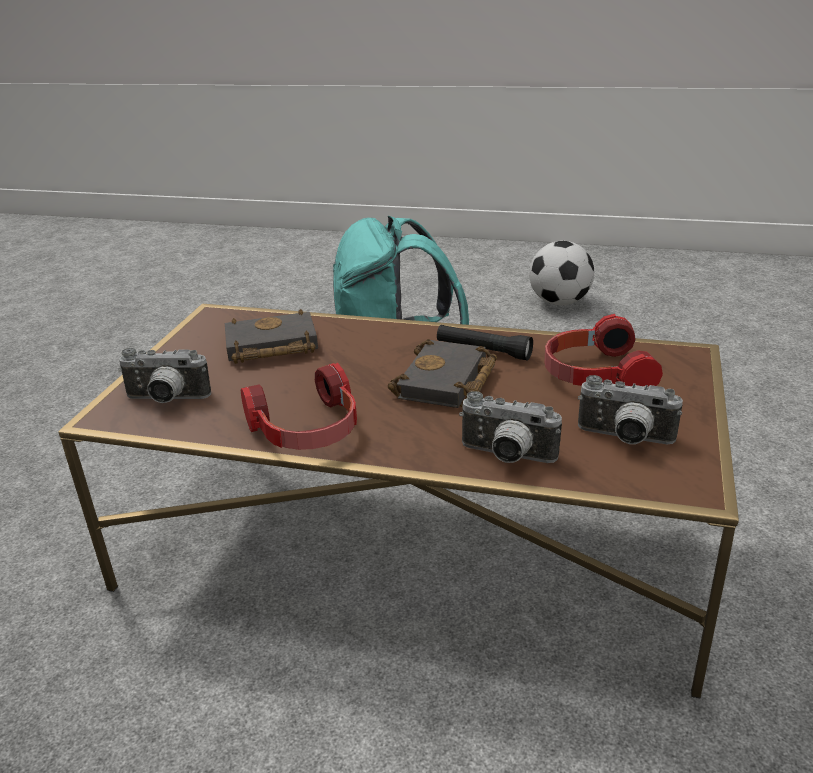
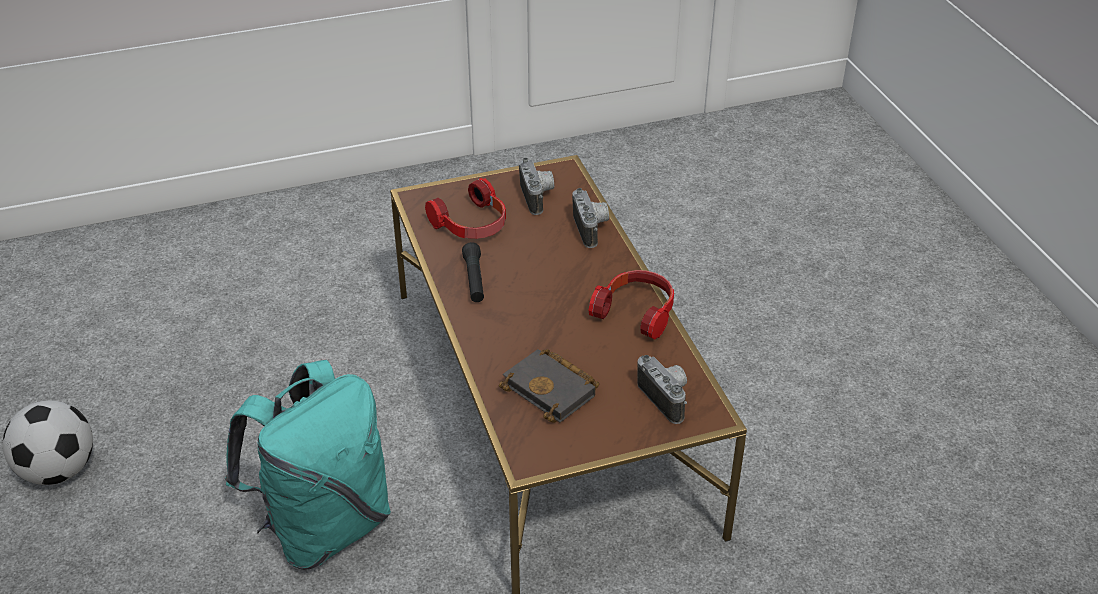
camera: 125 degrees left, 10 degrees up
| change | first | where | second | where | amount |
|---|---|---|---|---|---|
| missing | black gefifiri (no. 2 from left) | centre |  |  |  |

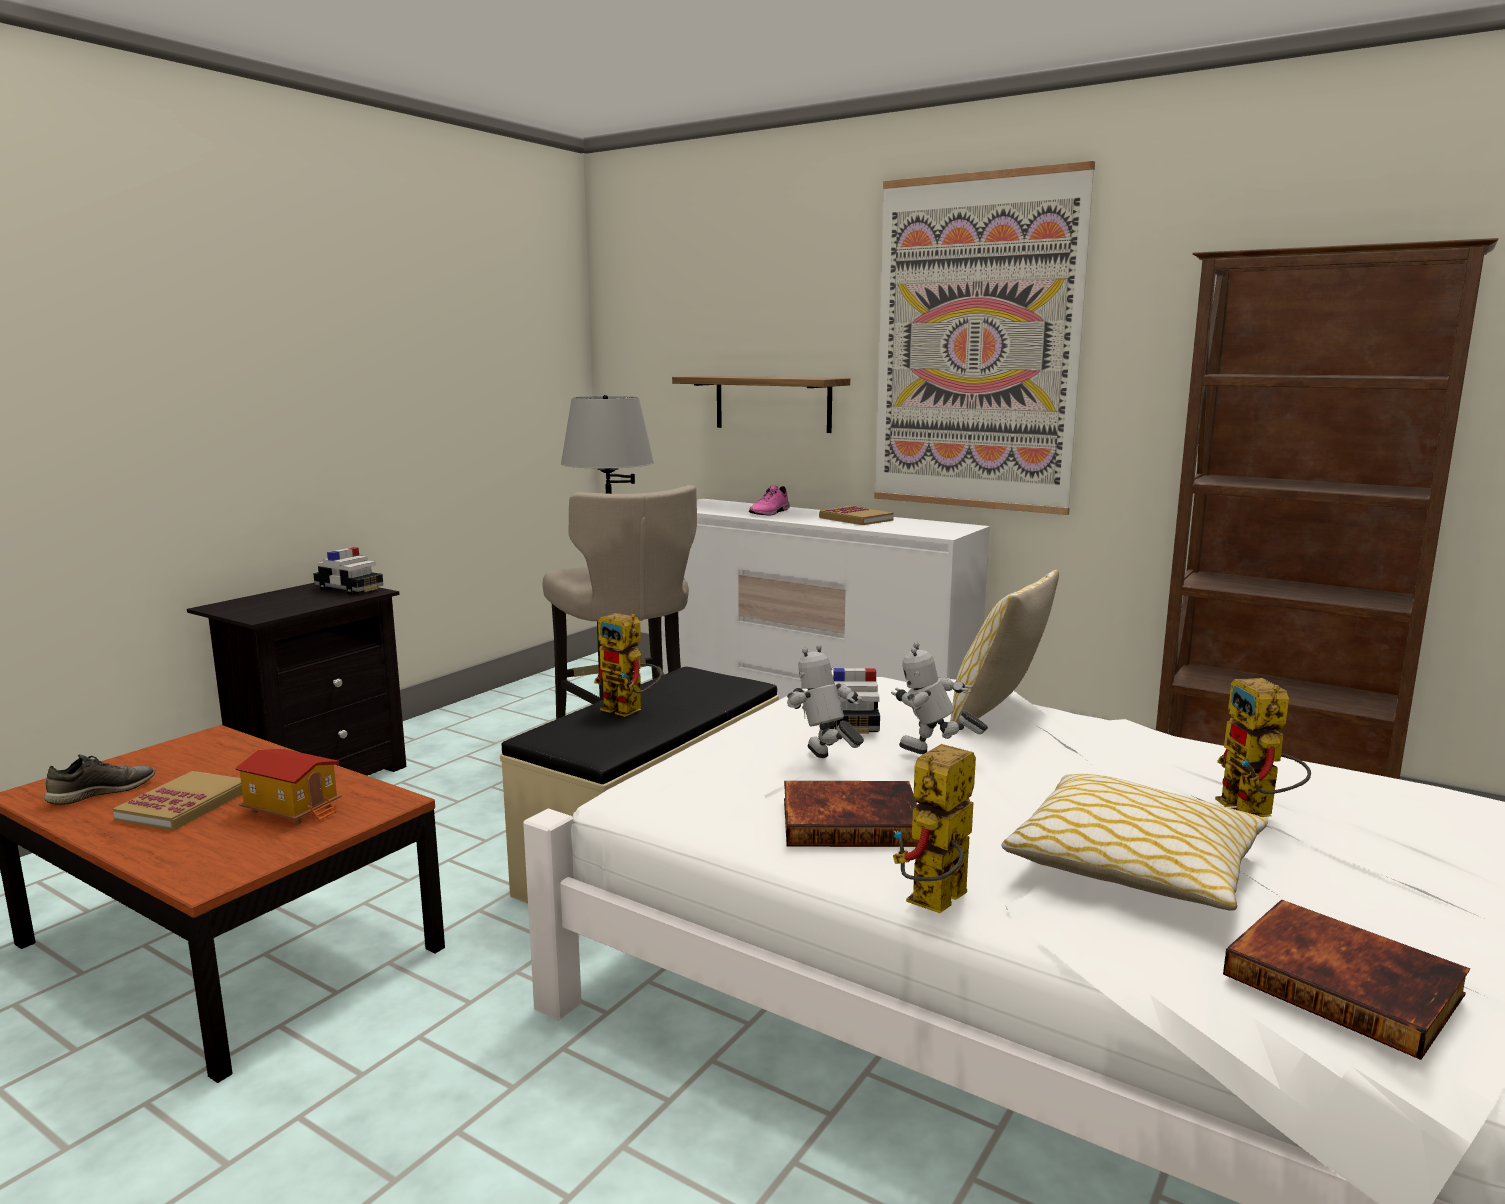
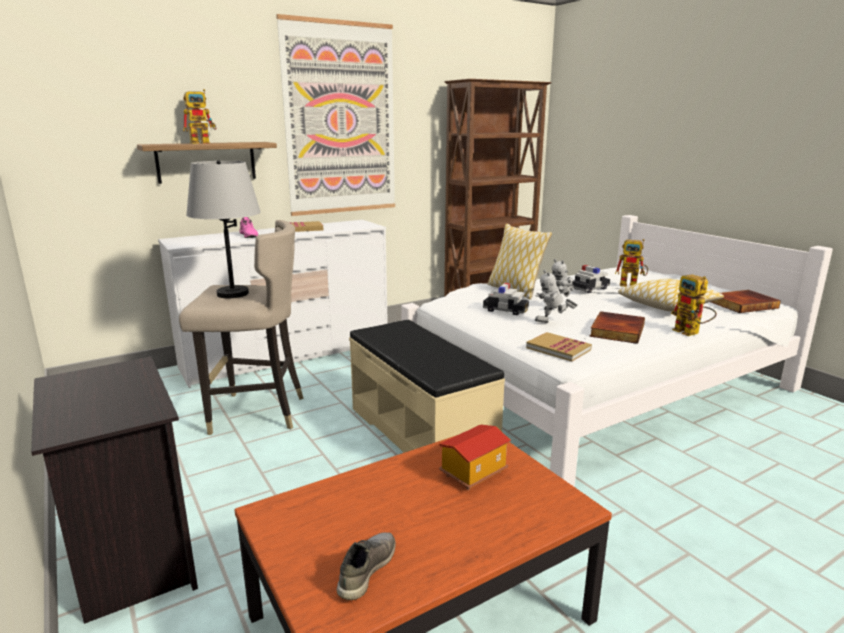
camera: 65 degrees left, 5 degrees up
| change | first | where | second | where | amount |
|---|---|---|---|---|---|
| relocated | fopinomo (no. 1 from left in the first image) | middle left | fopinomo (no. 2 from left) | middle right |  |
| relocated | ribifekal (no. 1 from left) | centre |  | top left |  |
| spun | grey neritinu | middle left |  | bottom centre | 45 degrees clockwise |
| relocated | gefifiri (no. 1 from left in the first image) | middle left | gefifiri (no. 2 from left) | centre |  |

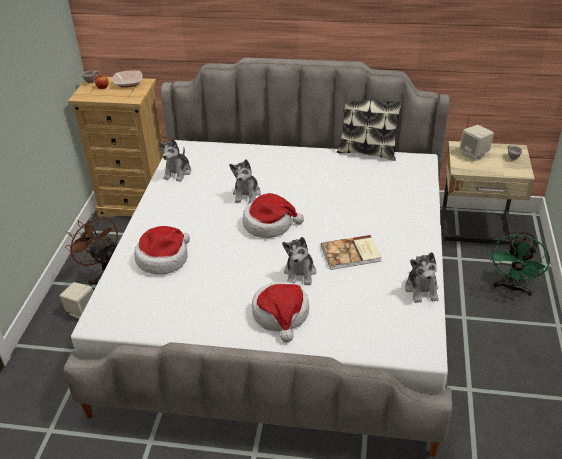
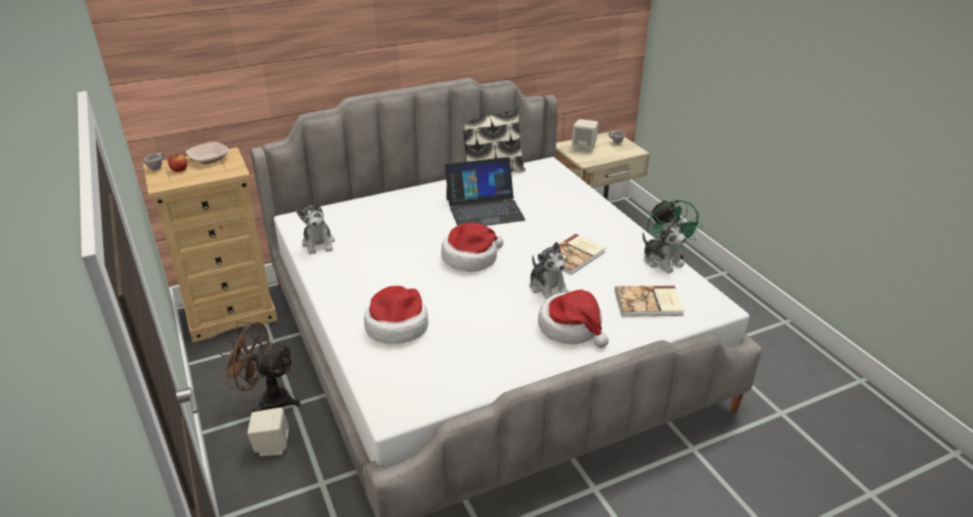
camera: 35 degrees left, 5 degrees down
| change | first | where | second | where | amount |
|---|---|---|---|---|---|
| missing | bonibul (no. 2 from left) | centre |  |  |  |
| appeared |  |  | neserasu | centre |  |
| appeared |  |  | gefifiri (no. 2 from left) | middle right |  |

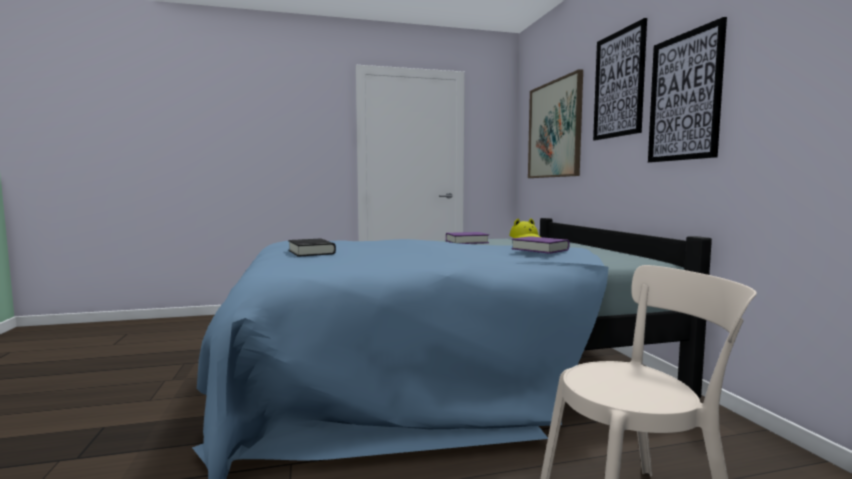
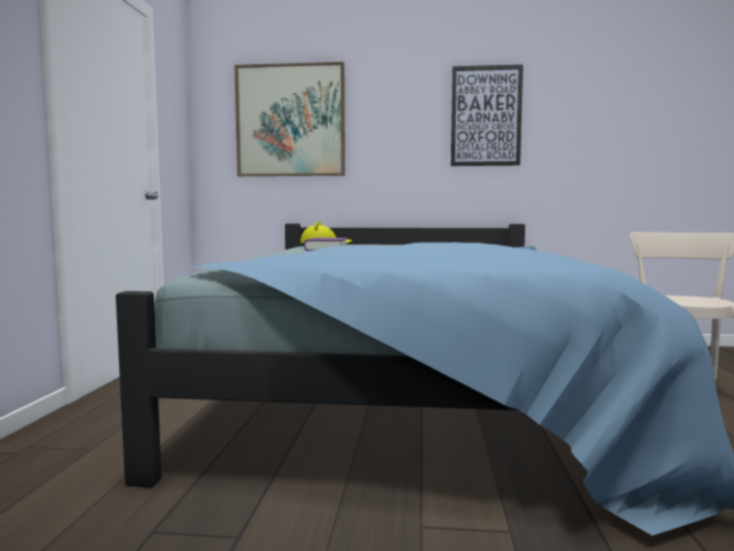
camera: 70 degrees left, 0 degrees up
| change | first | where | second | where | amount |
|---|---|---|---|---|---|
| missing | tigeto (no. 2 from left) | top right |  |  |  |
| missing | purple gefifiri (no. 2 from left) | centre |  |  |  |
| missing | black gefifiri | centre |  |  |  |

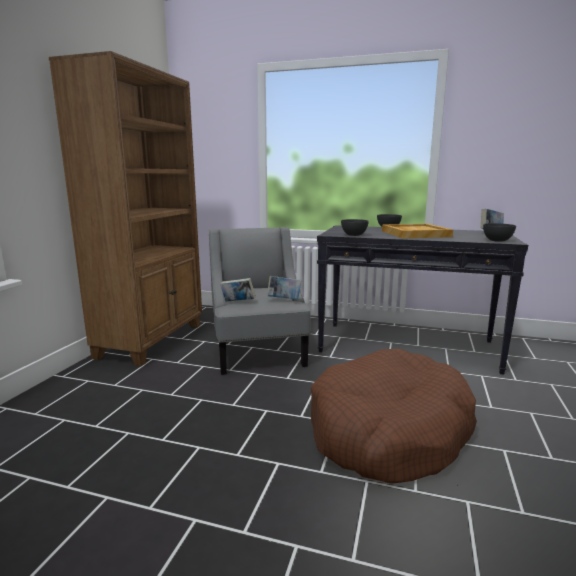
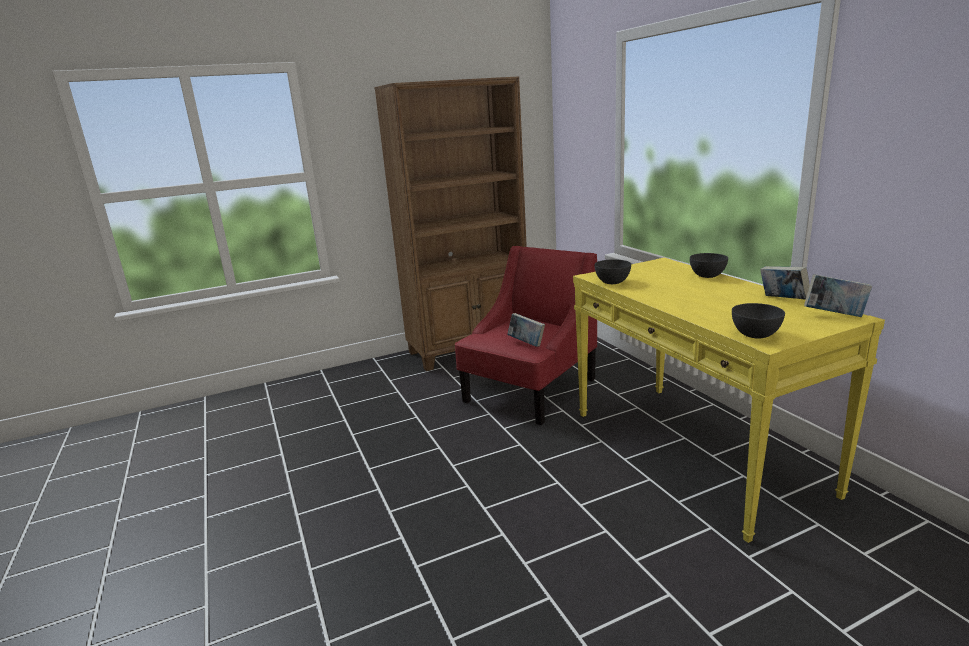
camera: 50 degrees right, 5 degrees up
| change | first | where | second | where | amount |
|---|---|---|---|---|---|
| missing | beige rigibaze | middle right |  |  |  |
| colour | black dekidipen | middle right | yellow dekidipen | middle right |  |
| colour | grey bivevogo | centre | red bivevogo | centre |  |
| relocated | gefifiri (no. 1 from left in the first image) | centre | gefifiri (no. 2 from left) | middle right |  |
| missing | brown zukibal | bottom right |  |  |  |

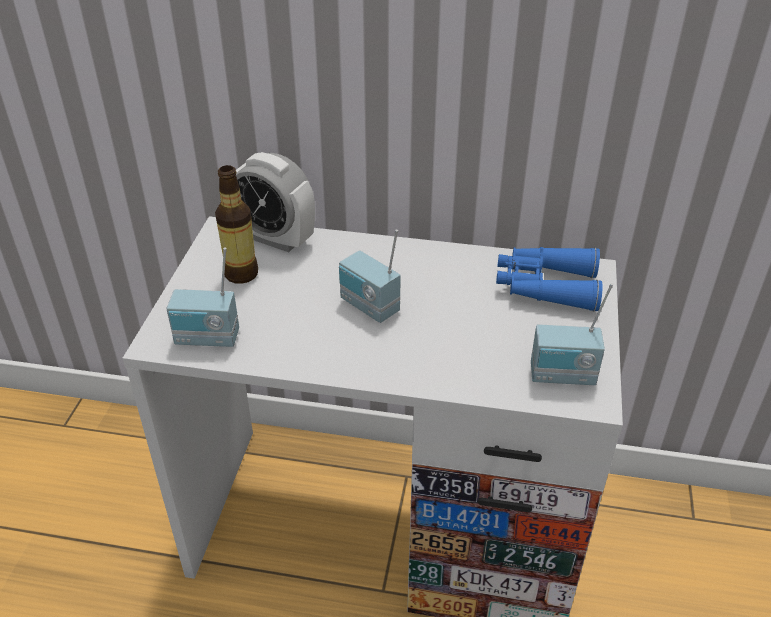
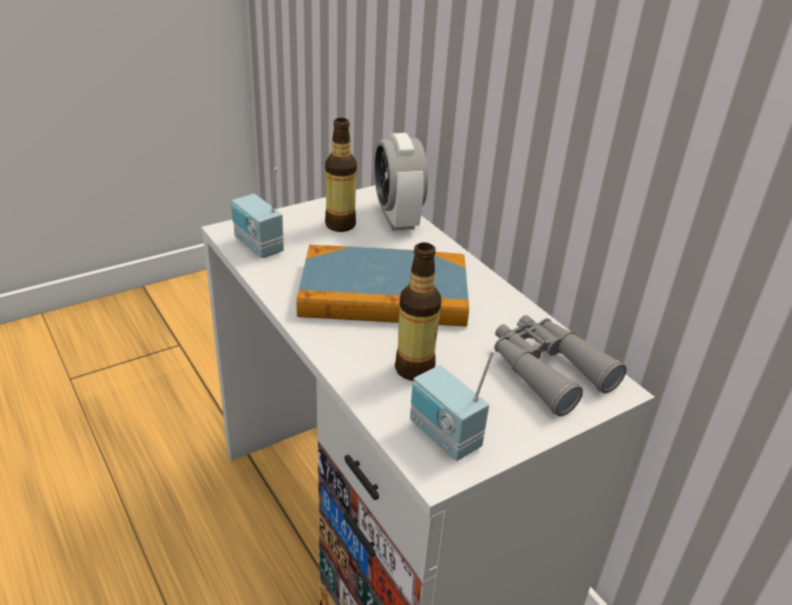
camera: 45 degrees right, 5 degrees down
| change | first | where | second | where | amount |
|---|---|---|---|---|---|
| exchanged | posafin (no. 2 from left) | centre | gefifiri | centre |  |
| colour | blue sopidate | middle right | grey sopidate | middle right |  |
| appeared |  |  | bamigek (no. 2 from left) | centre |  |

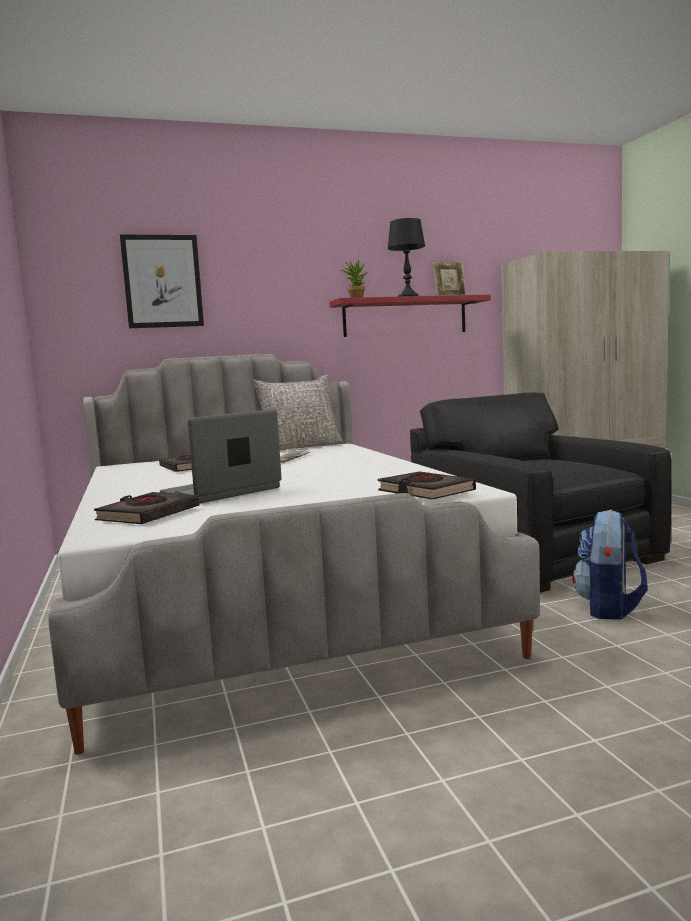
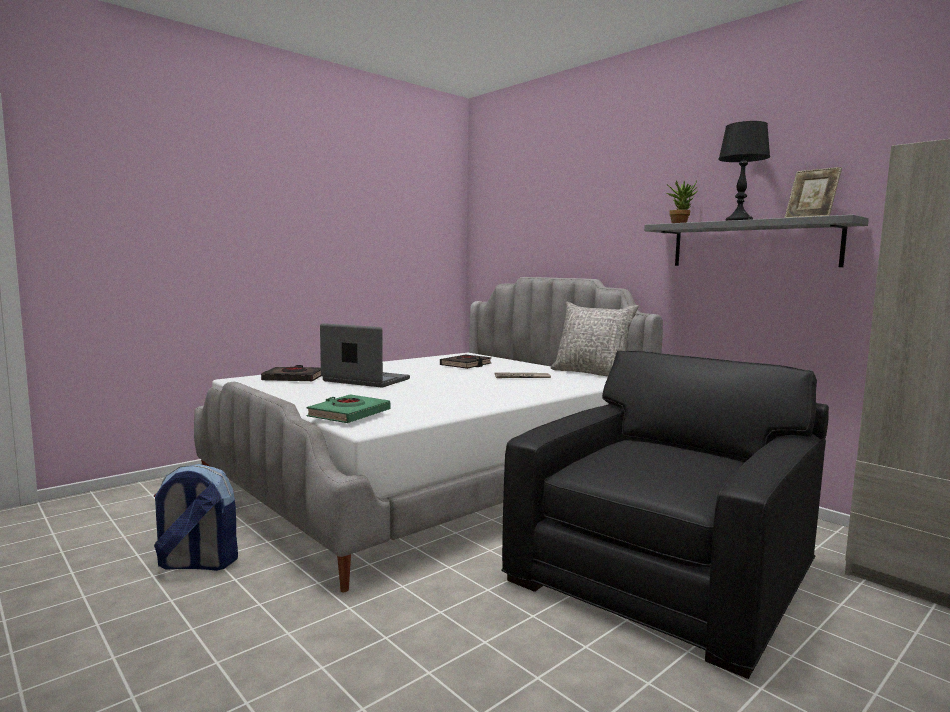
camera: 65 degrees right, 0 degrees up
| change | first | where | second | where | amount |
|---|---|---|---|---|---|
| missing | tigeto | top left |  |  |  |
| colour | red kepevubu | centre | grey kepevubu | middle right |  |
| colour | black gefifiri (no. 3 from left) | centre | green gefifiri | centre |  |
| relocated | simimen | middle right |  | bottom left |  |

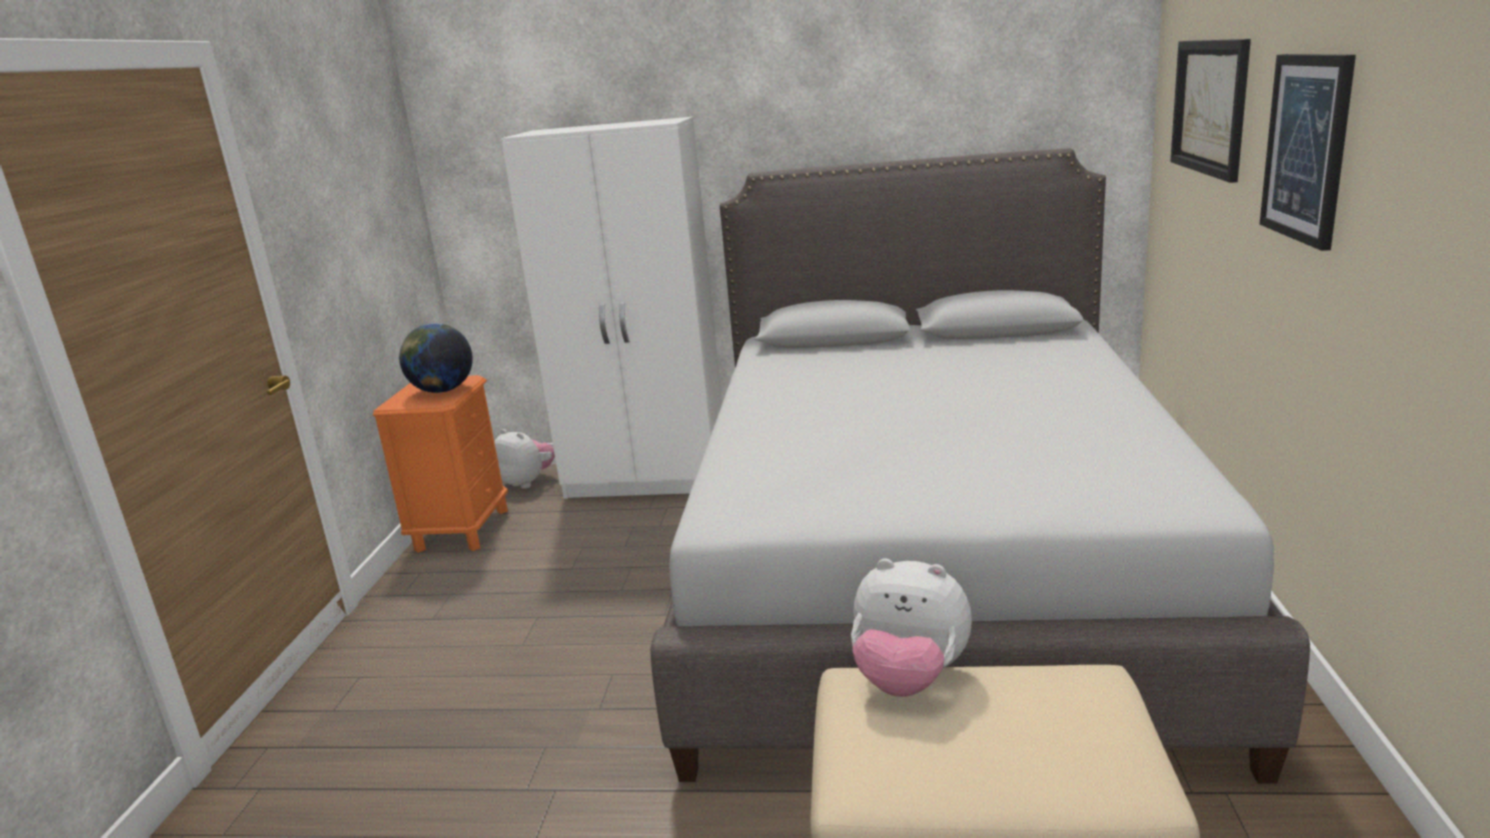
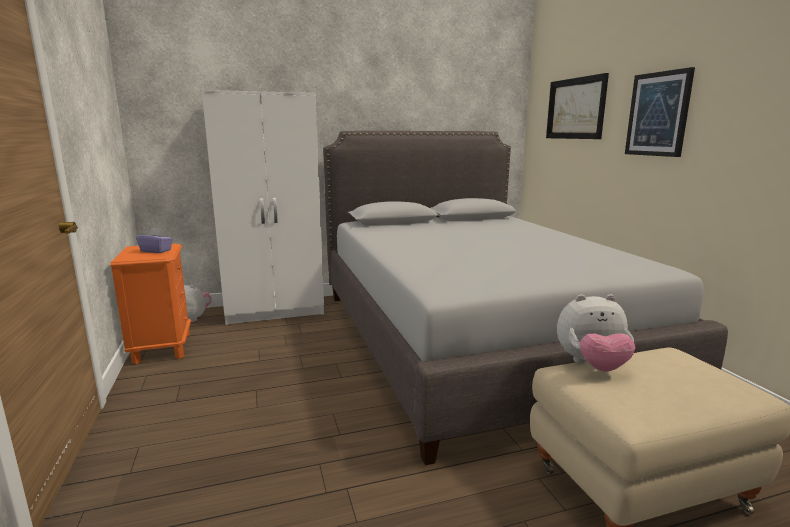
camera: 25 degrees left, 5 degrees down
| change | first | where | second | where | amount |
|---|---|---|---|---|---|
| exchanged | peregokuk | middle left | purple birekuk | middle left |  |

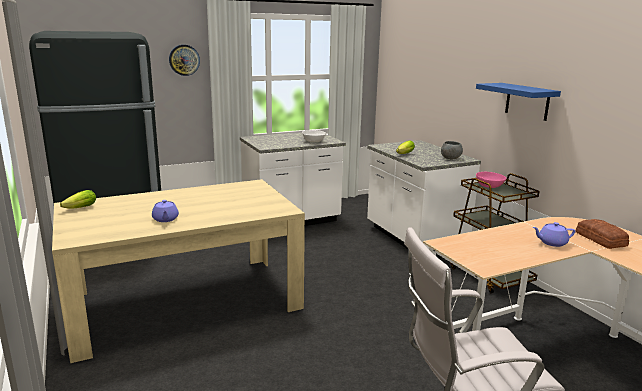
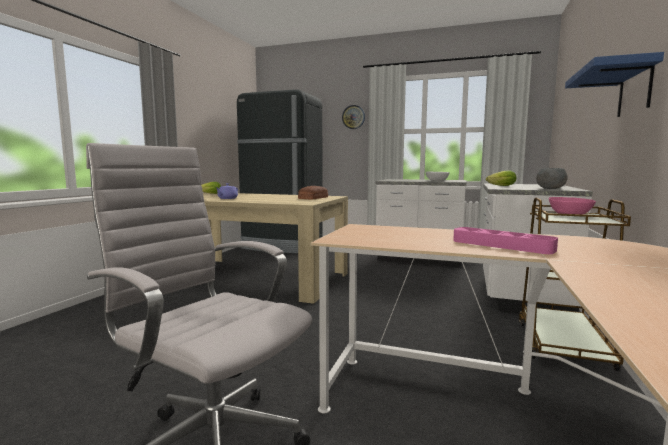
camera: 45 degrees right, 10 degrees down
| change | first | where | second | where | amount |
|---|---|---|---|---|---|
| relocated | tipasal | middle right |  | centre |  |
| exchanged | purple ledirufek (no. 2 from left) | middle right | pink rigibaze | middle right |  |

